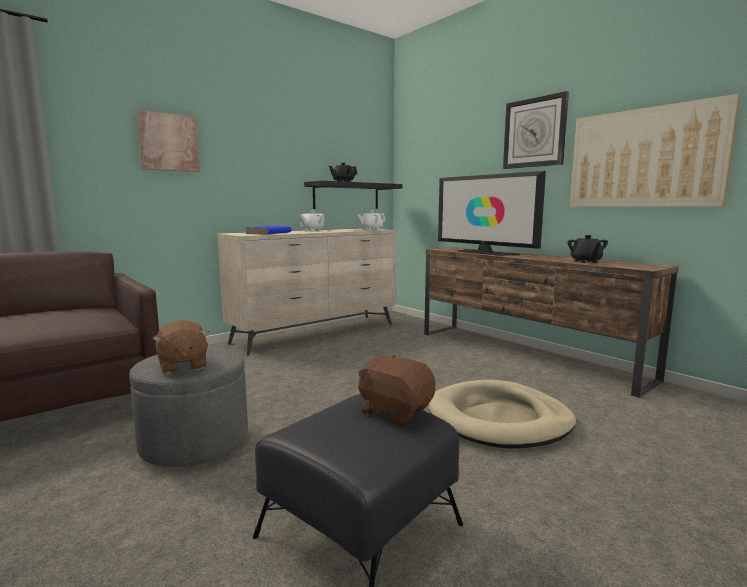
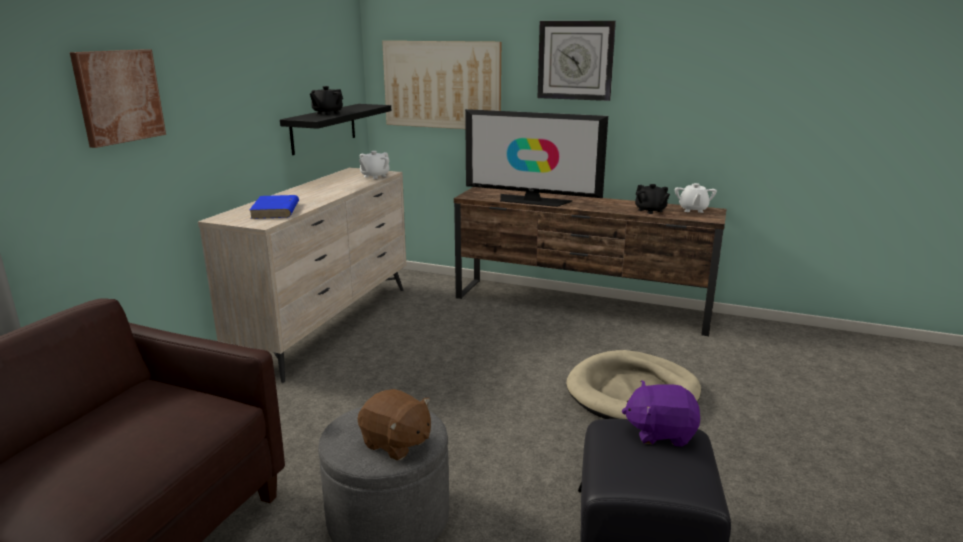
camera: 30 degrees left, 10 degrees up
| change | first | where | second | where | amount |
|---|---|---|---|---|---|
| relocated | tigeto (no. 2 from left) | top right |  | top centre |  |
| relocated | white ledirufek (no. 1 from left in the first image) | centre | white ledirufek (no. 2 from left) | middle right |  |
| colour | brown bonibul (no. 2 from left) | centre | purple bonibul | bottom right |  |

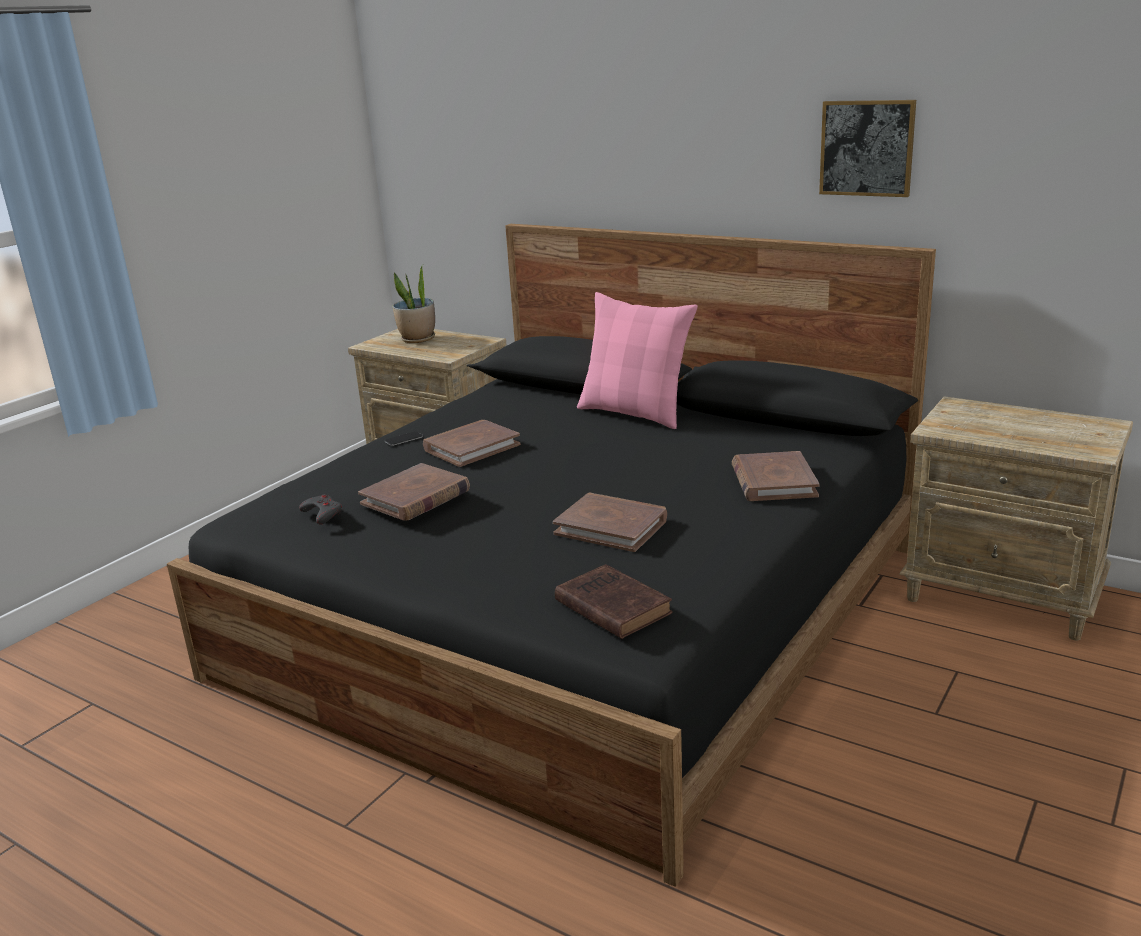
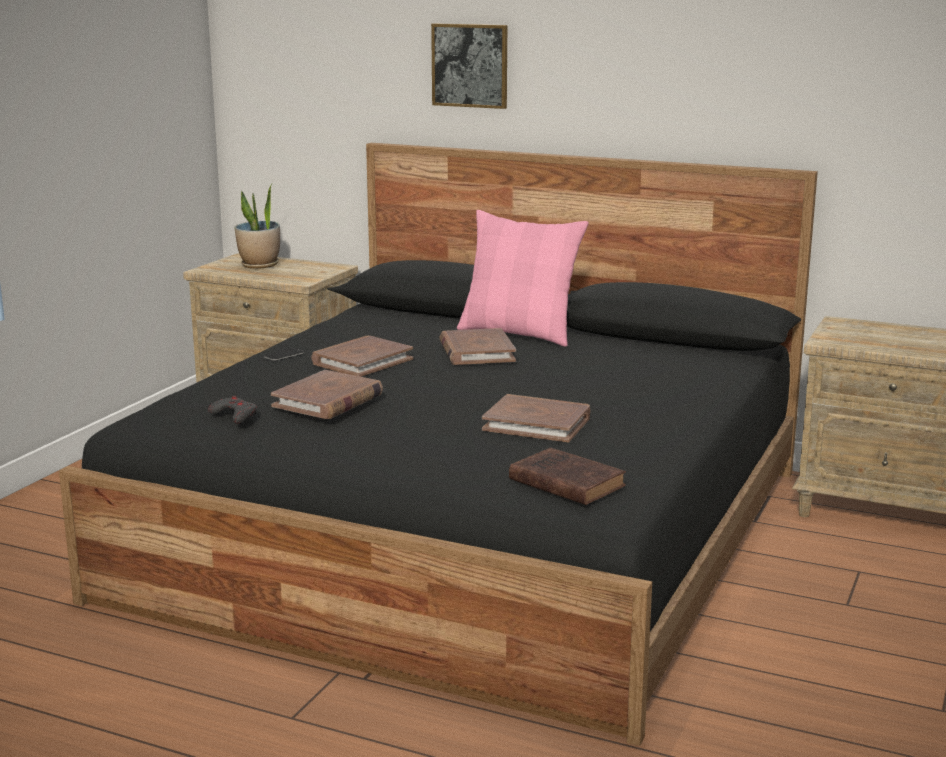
camera: 10 degrees left, 5 degrees down
| change | first | where | second | where | amount |
|---|---|---|---|---|---|
| relocated | tigeto | top right |  | top centre |  |
| relocated | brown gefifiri (no. 5 from left in the first image) | middle right | brown gefifiri (no. 3 from left) | centre |  |

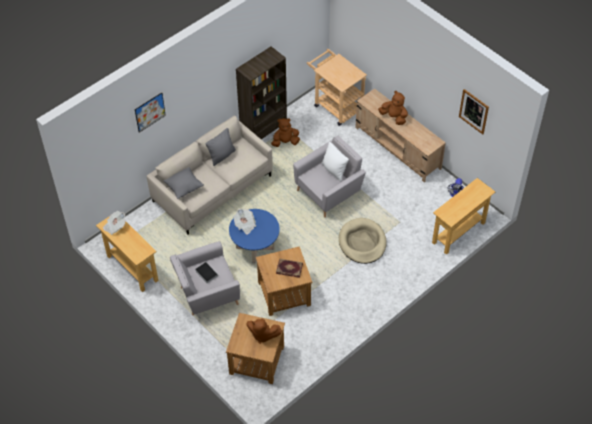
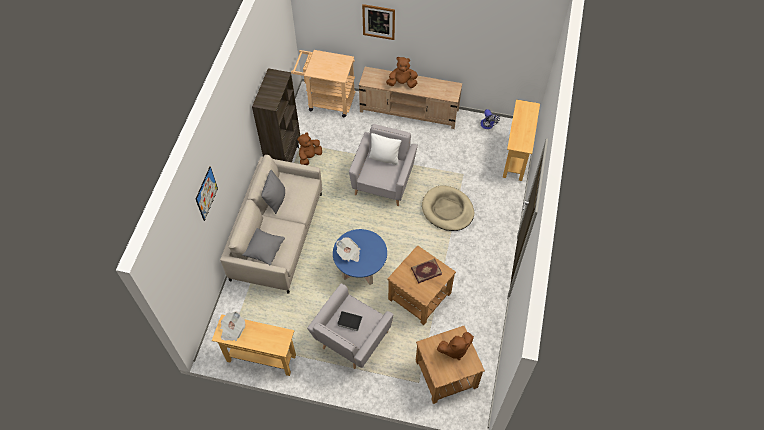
camera: 35 degrees left, 5 degrees up
| change | first | where | second | where | amount |
|---|---|---|---|---|---|
| relocated | tigeto (no. 2 from left) | top right |  | top centre |  |

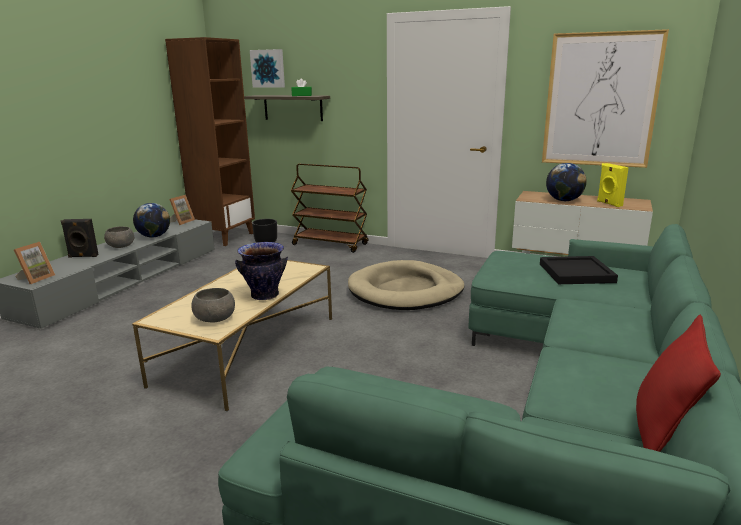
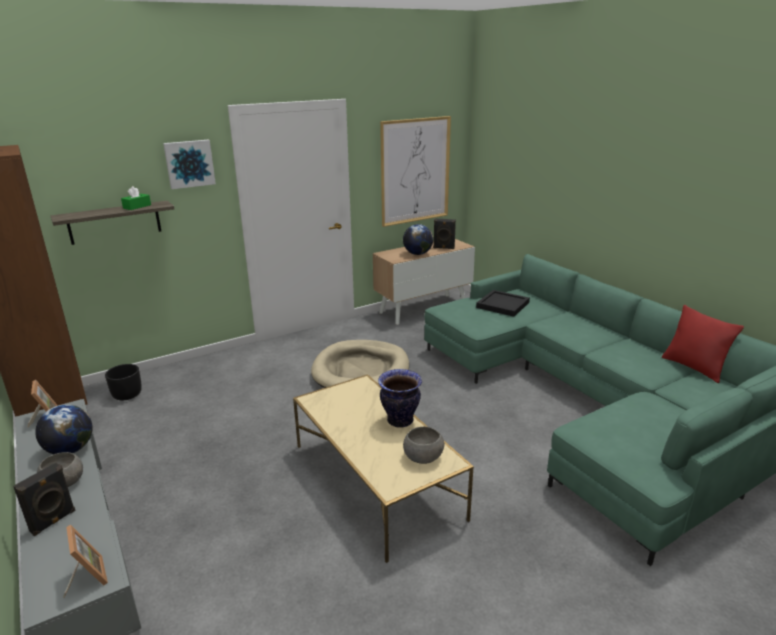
camera: 55 degrees left, 5 degrees up
| change | first | where | second | where | amount |
|---|---|---|---|---|---|
| relocated | tigeto (no. 1 from left) | top centre |  | top left |  |
| colour | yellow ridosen | middle right | black ridosen (no. 2 from left) | centre |  |
| missing | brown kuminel | centre |  |  |  |

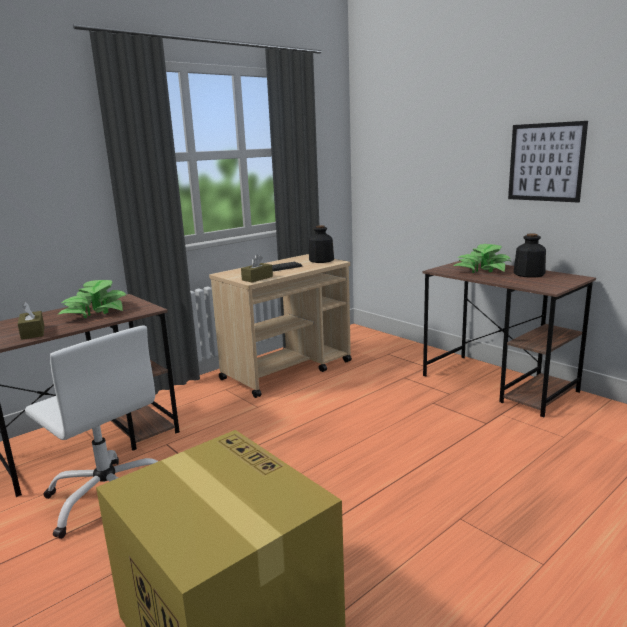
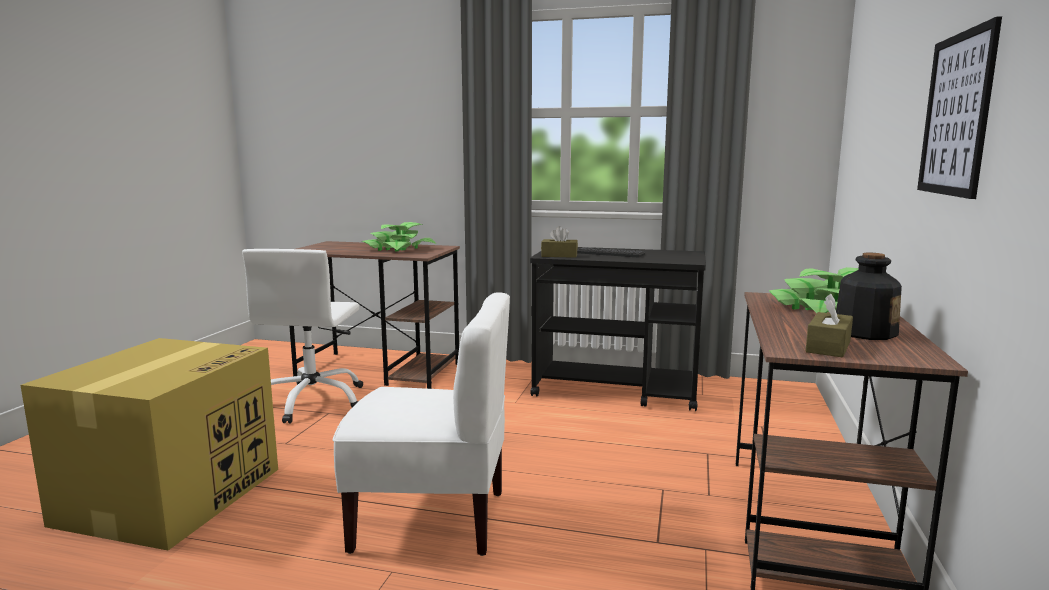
camera: 55 degrees right, 5 degrees down
| change | first | where | second | where | amount |
|---|---|---|---|---|---|
| missing | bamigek (no. 1 from left) | centre |  |  |  |
| colour | beige kuminel | centre | black kuminel | centre |  |
| relocated | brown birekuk (no. 1 from left in the first image) | middle left | brown birekuk (no. 2 from left) | middle right |  |
| appeared |  |  | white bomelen | bottom centre |  |

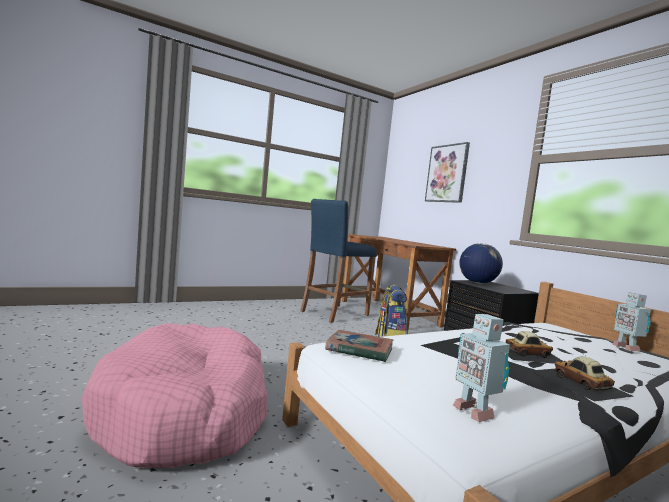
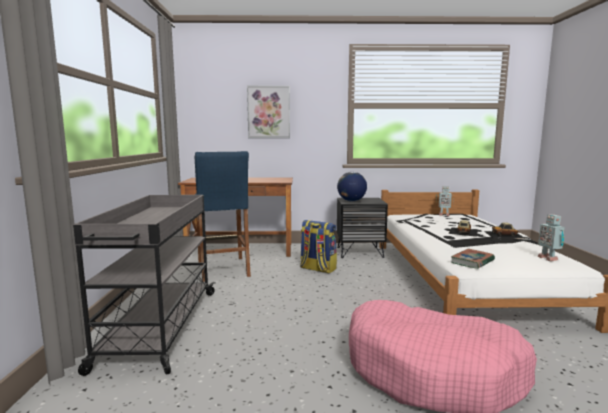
camera: 60 degrees left, 5 degrees up
| change | first | where | second | where | amount |
|---|---|---|---|---|---|
| spun | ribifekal (no. 1 from left in the first image) | bottom right | ribifekal (no. 2 from left) | middle right | 75 degrees clockwise |
| appeared |  |  | grey kuminel | bottom left |  |

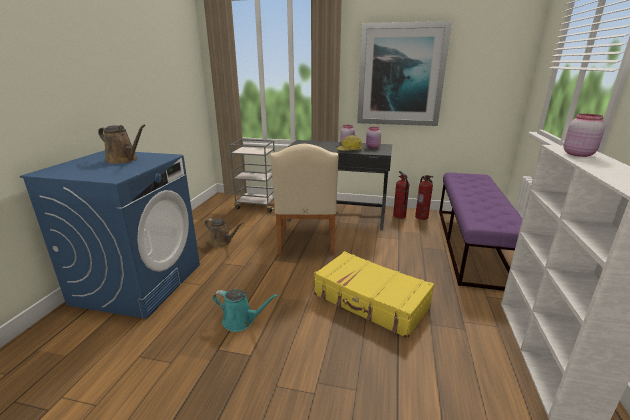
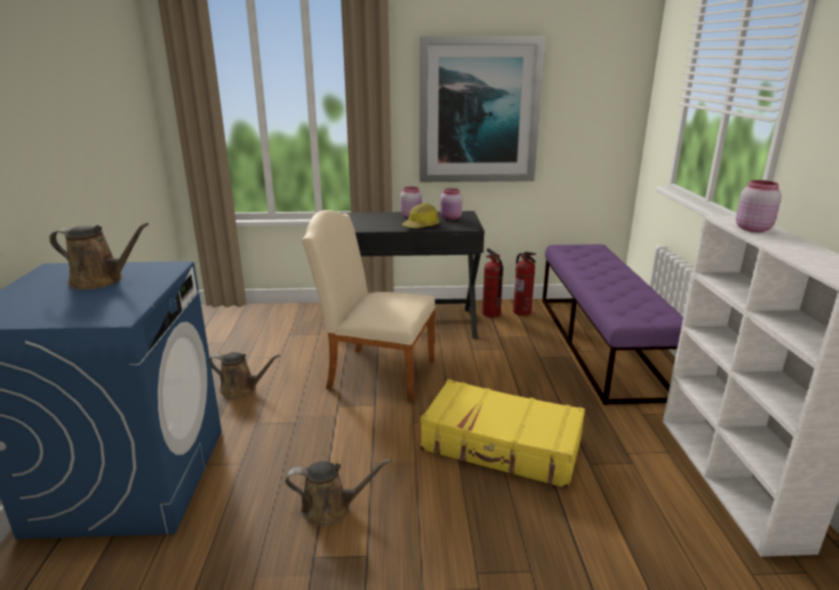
camera: 15 degrees left, 0 degrees up
| change | first | where | second | where | amount |
|---|---|---|---|---|---|
| missing | grey kuminel | centre |  |  |  |
| spun | beige bomelen | centre |  | centre | 120 degrees clockwise |
| colour | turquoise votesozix | bottom centre | brown votesozix (no. 3 from left) | bottom centre |  |

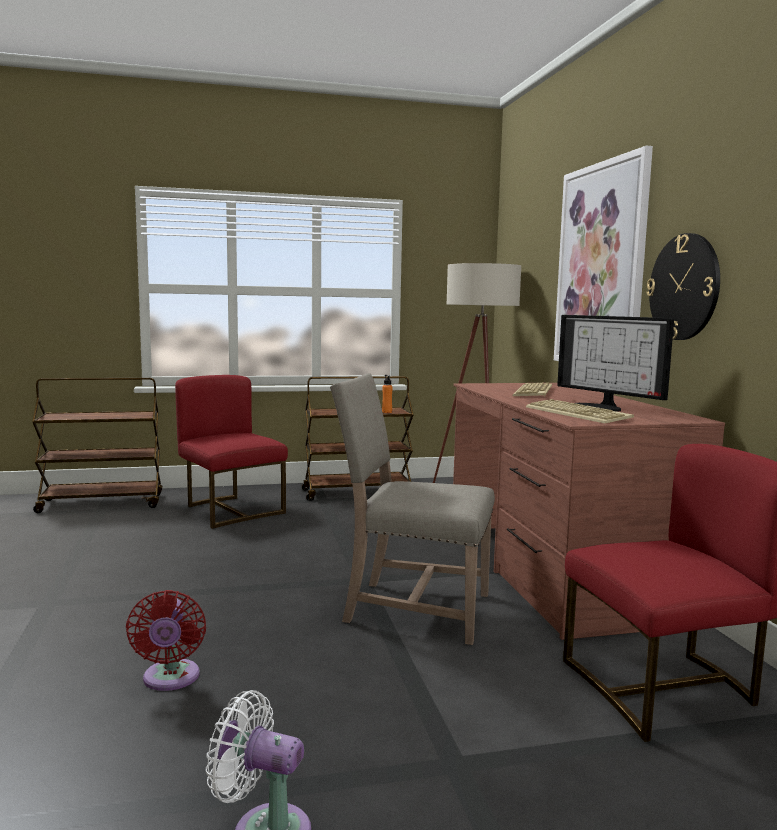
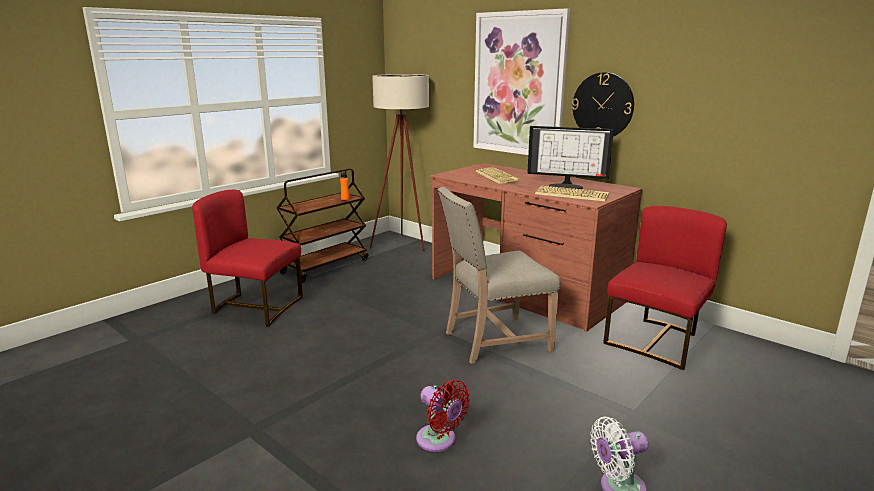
camera: 35 degrees left, 10 degrees up
| change | first | where | second | where | amount |
|---|---|---|---|---|---|
| missing | brown kuminel (no. 1 from left) | middle left |  |  |  |

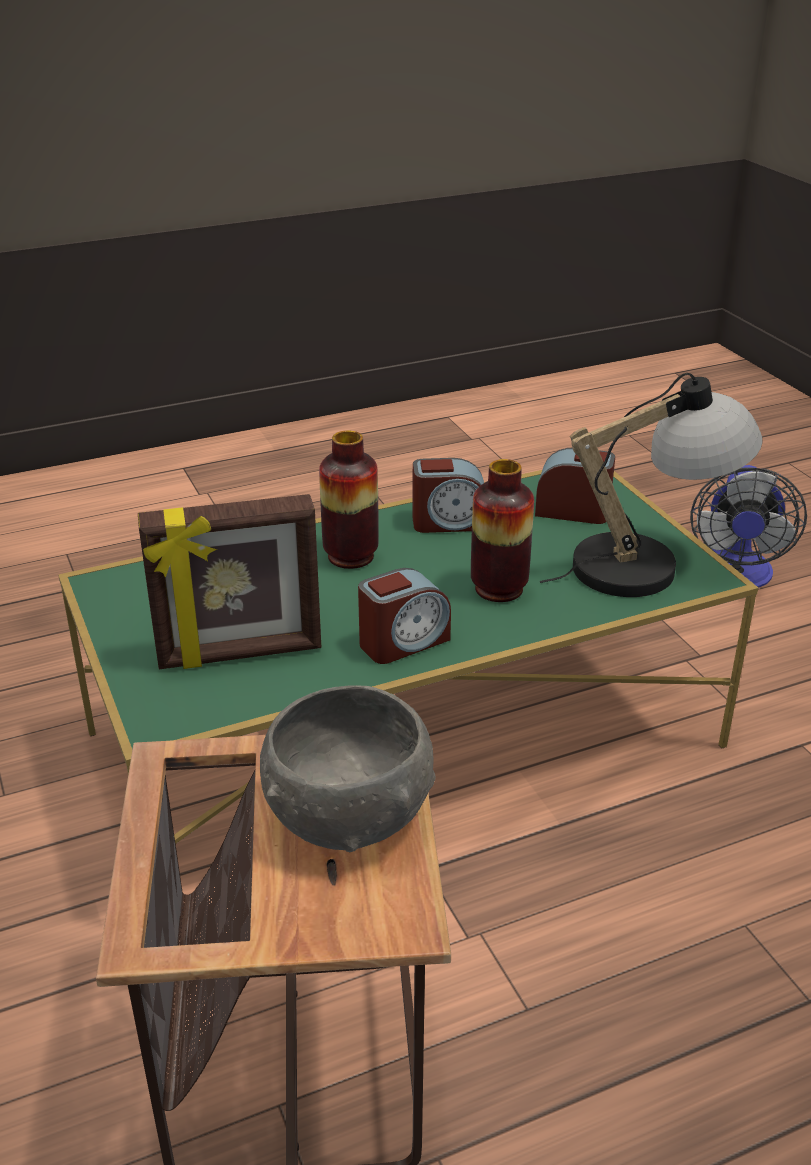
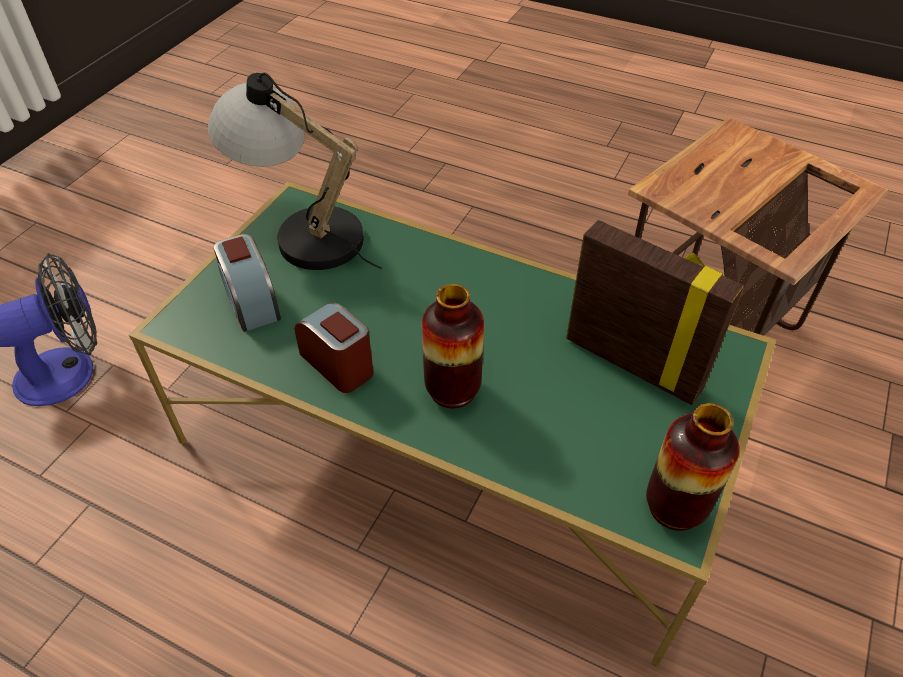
camera: 130 degrees left, 15 degrees up
| change | first | where | second | where | amount |
|---|---|---|---|---|---|
| relocated | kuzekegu (no. 2 from left) | centre |  | bottom right |  |
| missing | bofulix (no. 1 from left) | centre |  |  |  |
| missing | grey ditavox | centre |  |  |  |

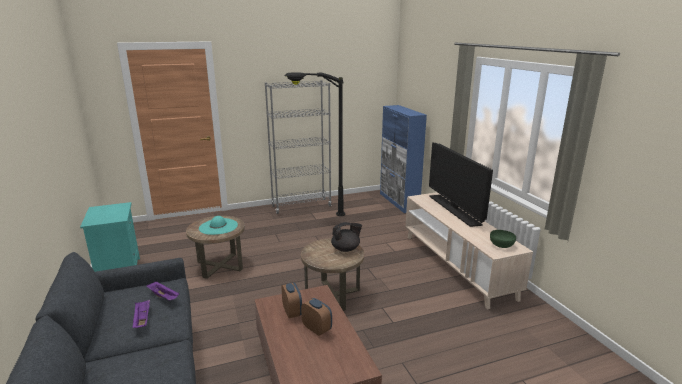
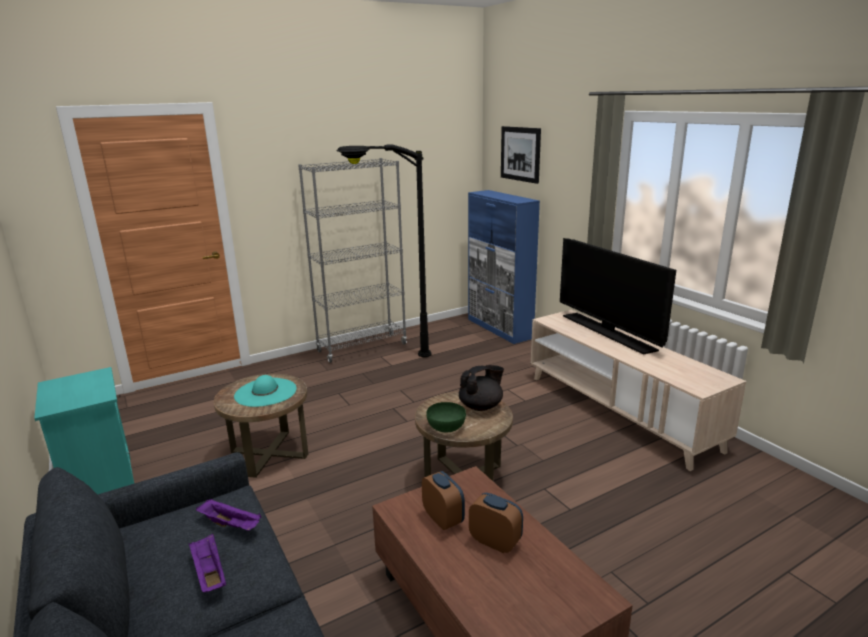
camera: 10 degrees left, 0 degrees up
| change | first | where | second | where | amount |
|---|---|---|---|---|---|
| relocated | green ditavox | middle right |  | centre |  |
| appeared |  |  | tigeto | top centre |  |

